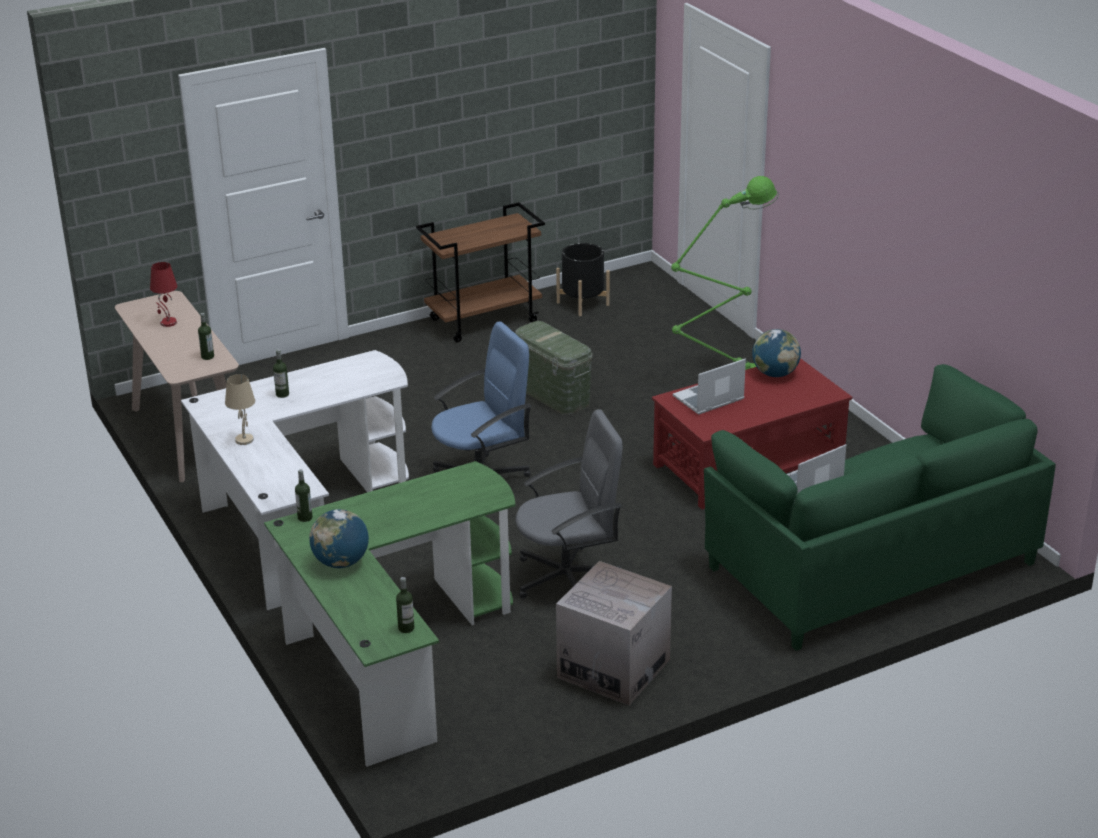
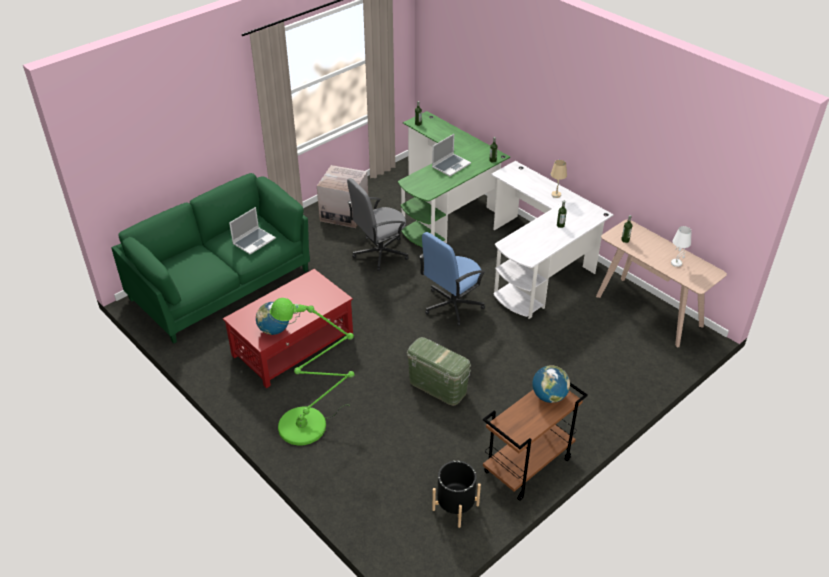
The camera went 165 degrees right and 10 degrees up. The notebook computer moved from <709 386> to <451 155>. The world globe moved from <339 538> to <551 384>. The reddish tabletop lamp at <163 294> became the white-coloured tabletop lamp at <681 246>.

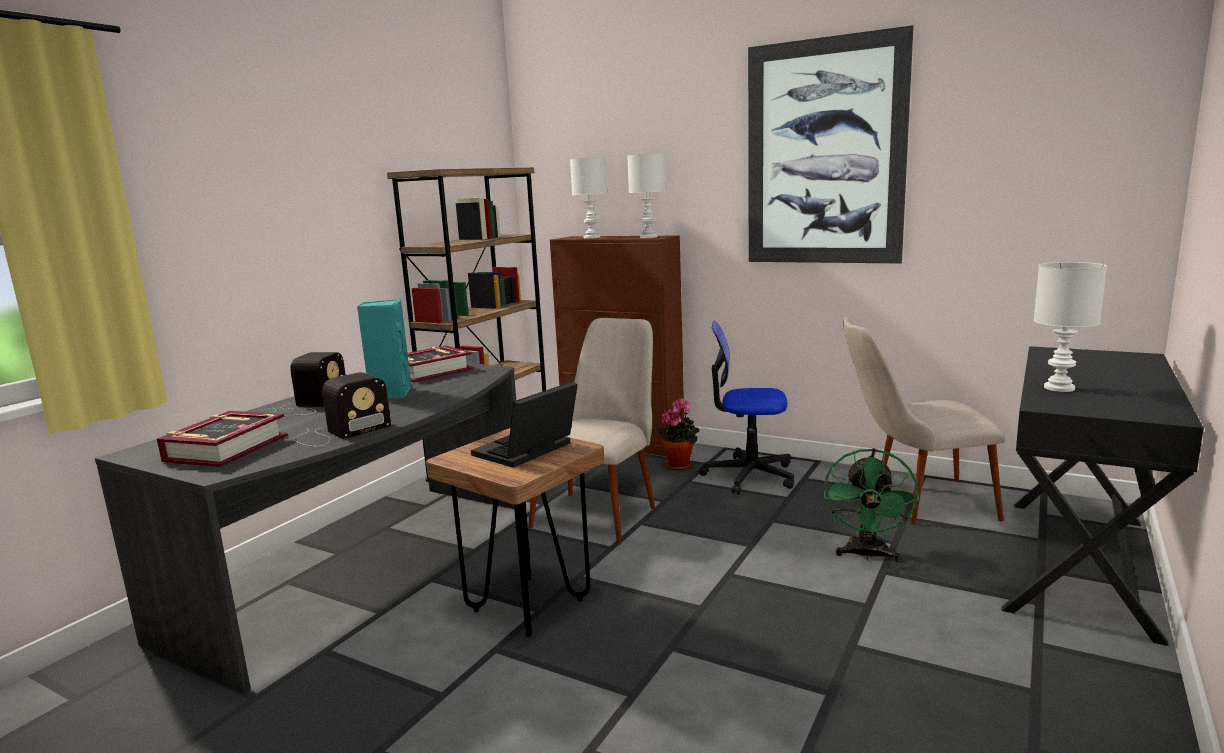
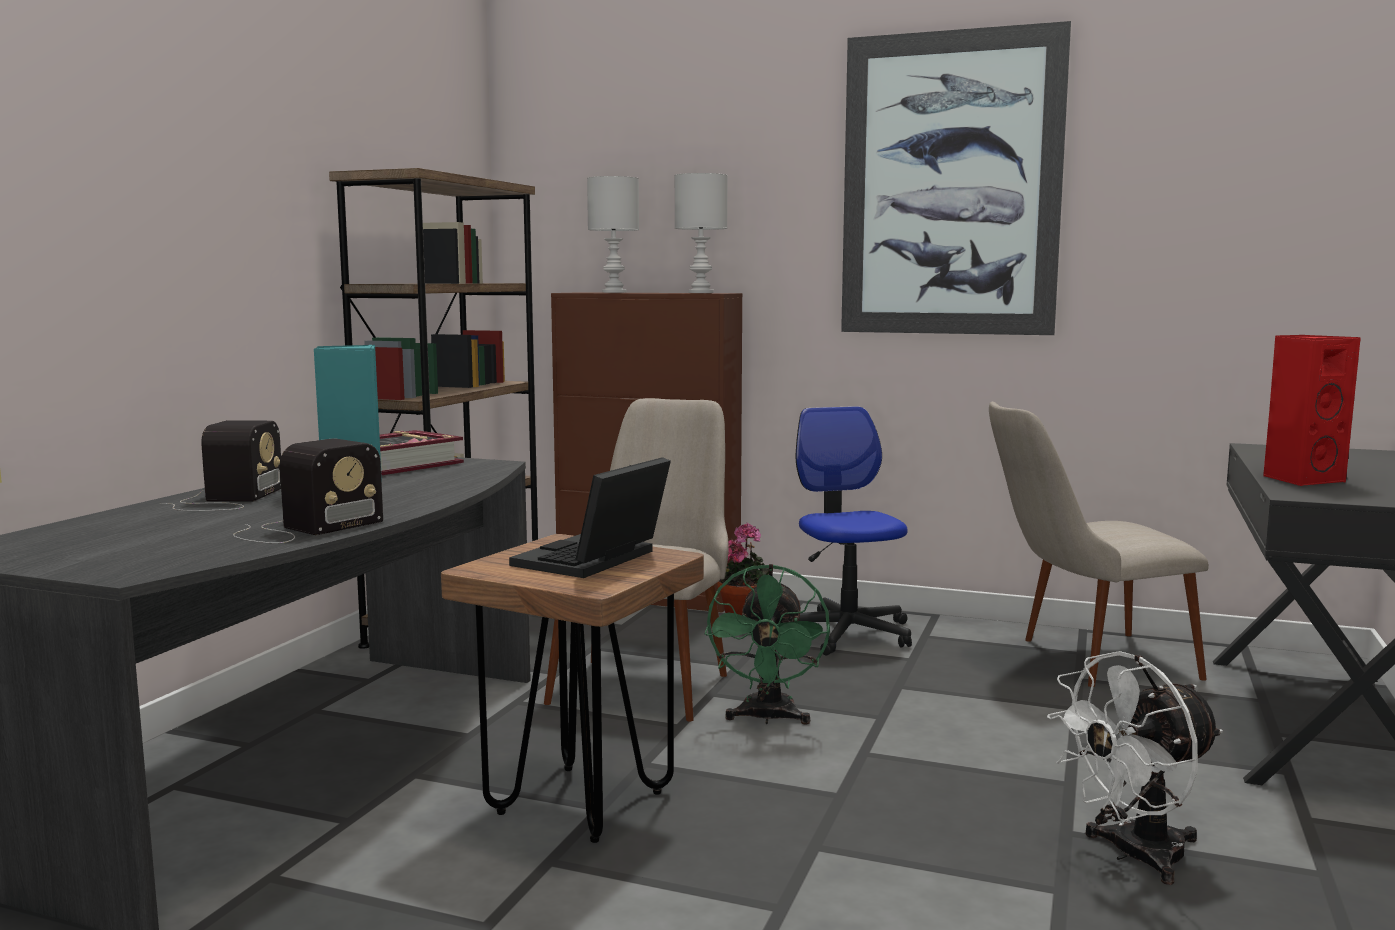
The camera went 10 degrees left and 5 degrees down. The green fan moved from <871 505> to <767 644>. The computer chair at <746 408> turned 75 degrees clockwise. The white-coloured fan at <1135 768> appeared. The white-coloured tabletop lamp at <1070 327> was replaced by the reddish loudspeaker at <1312 410>. The book at <222 439> disappeared.

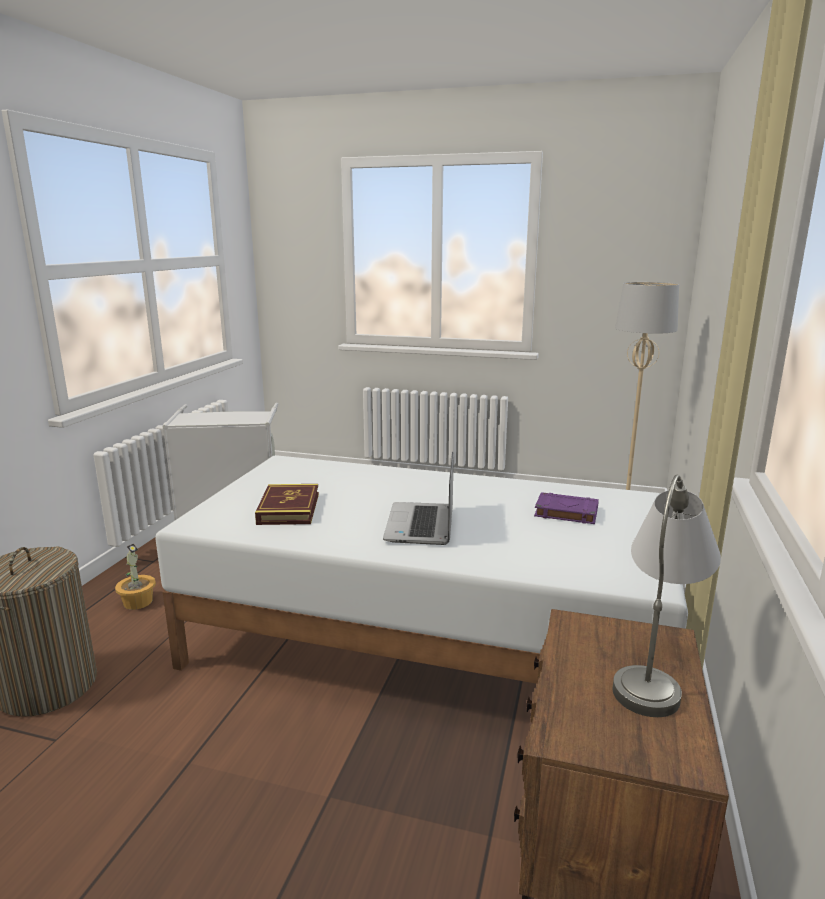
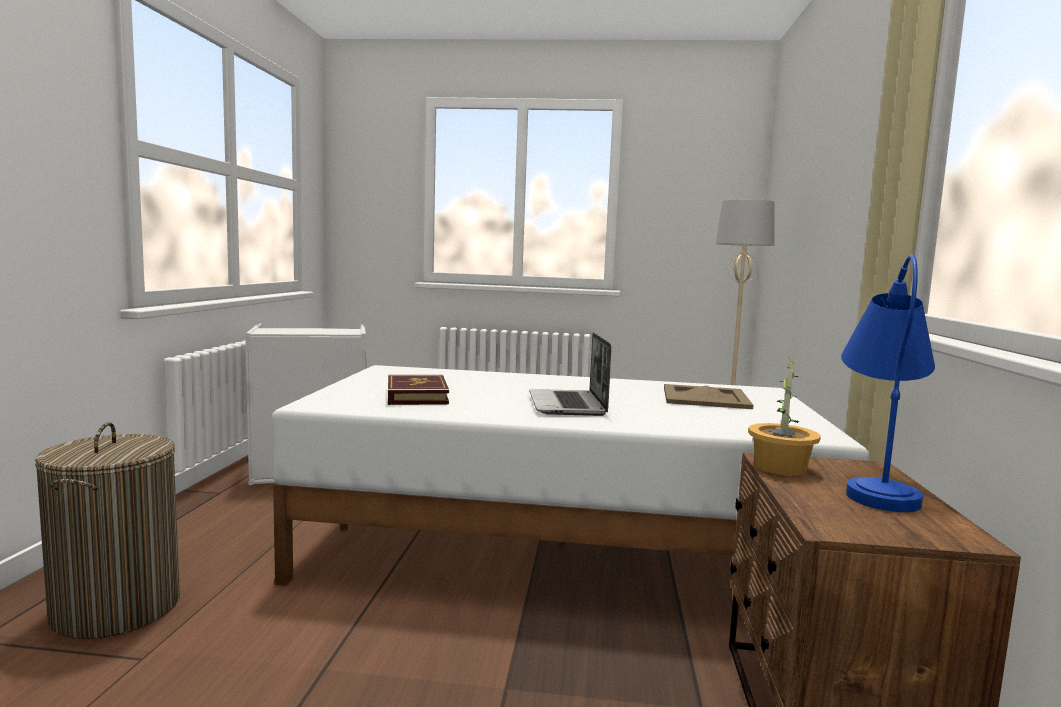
The camera went 10 degrees left and 10 degrees down. The purple book at <566 508> was replaced by the beige-coloured serving tray at <708 396>. The plant in a pot moved from <135 577> to <784 416>. The gray tabletop lamp at <667 596> became the blue tabletop lamp at <888 383>.

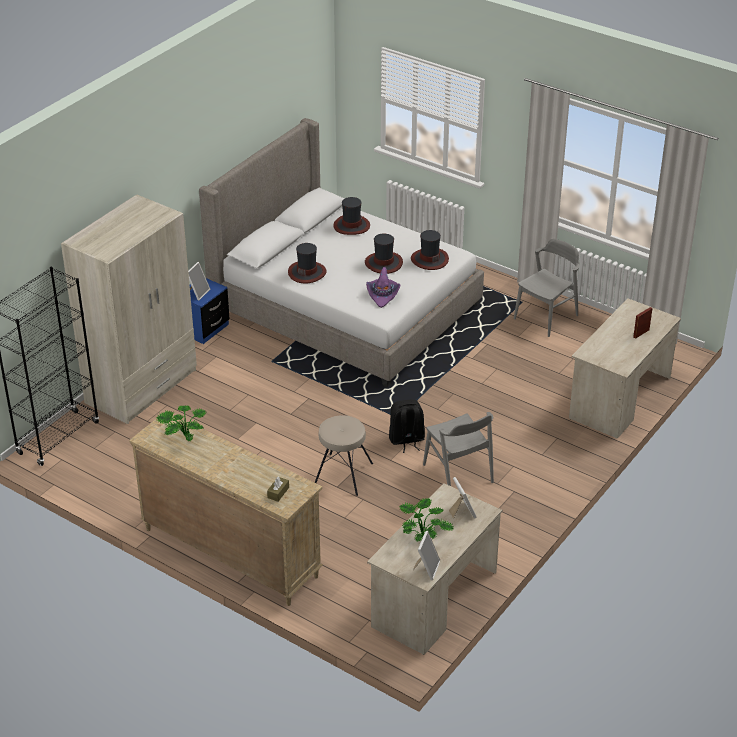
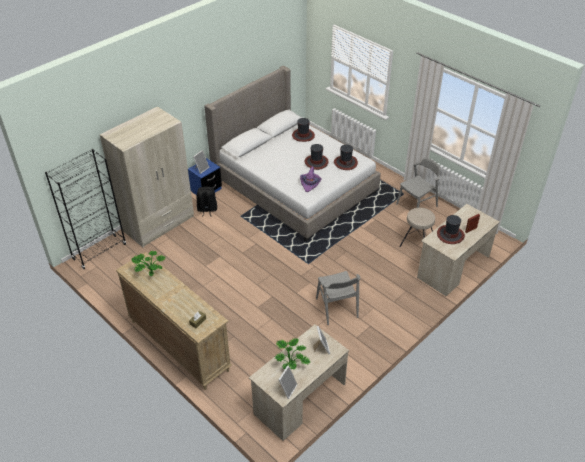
The camera went 10 degrees right and 5 degrees up. The black rucksack moved from <407 426> to <207 202>. The beige-coloured stool seat moved from <343 455> to <417 227>. The clothing hat moved from <307 263> to <451 229>.

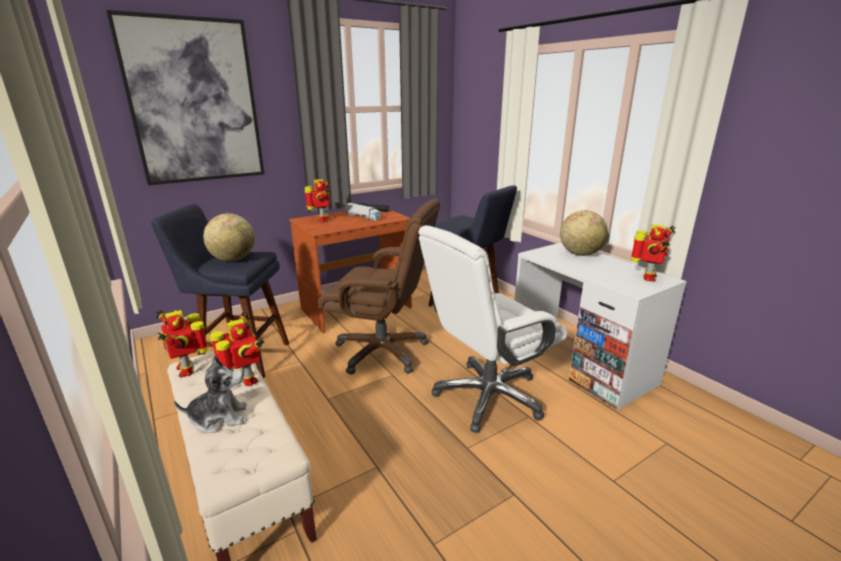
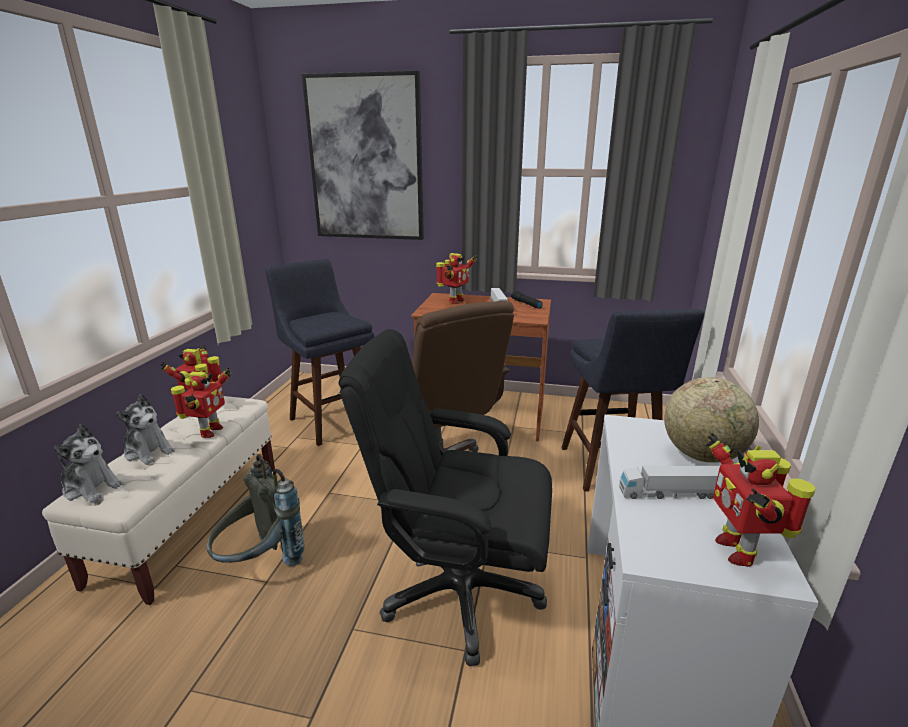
The camera went 45 degrees right and 0 degrees up. The soft toy at <89 463> appeared. The gray rucksack at <256 510> appeared. The white-coloured computer chair at <493 329> became the black computer chair at <445 497>. The model truck at <669 482> appeared. The robot figure at <653 252> turned 105 degrees clockwise. The world globe at <229 237> disappeared.

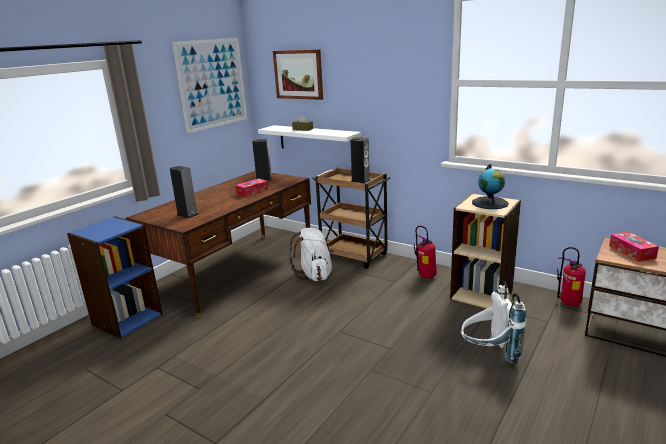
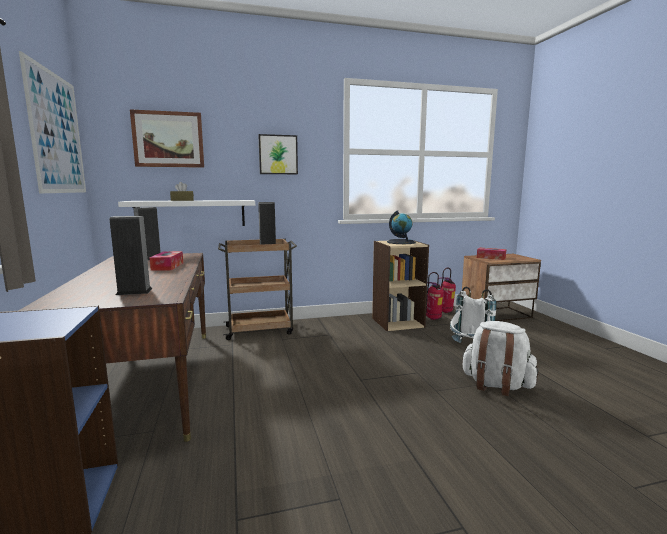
The camera went 50 degrees left and 10 degrees down. The wall art at <278 154> appeared. The fire-fighting cylinder moved from <425 252> to <435 296>. The white-coloured rucksack moved from <311 254> to <500 358>.

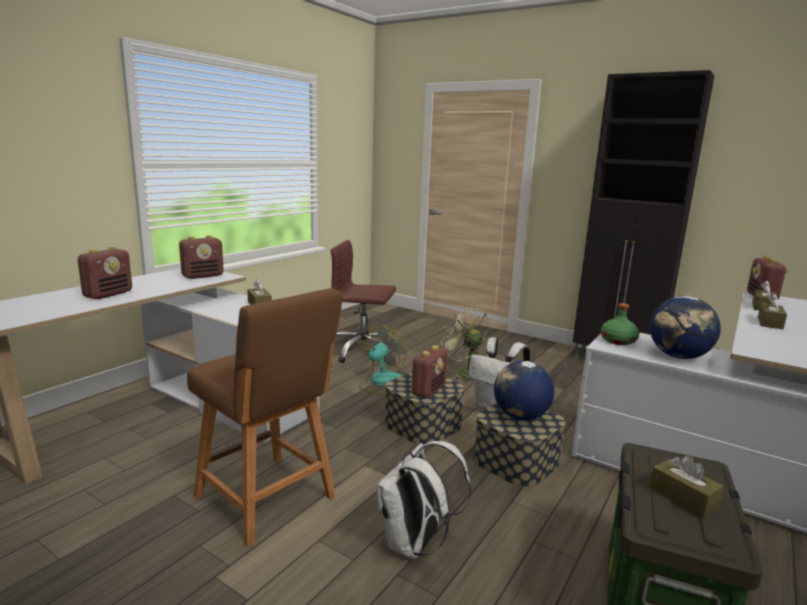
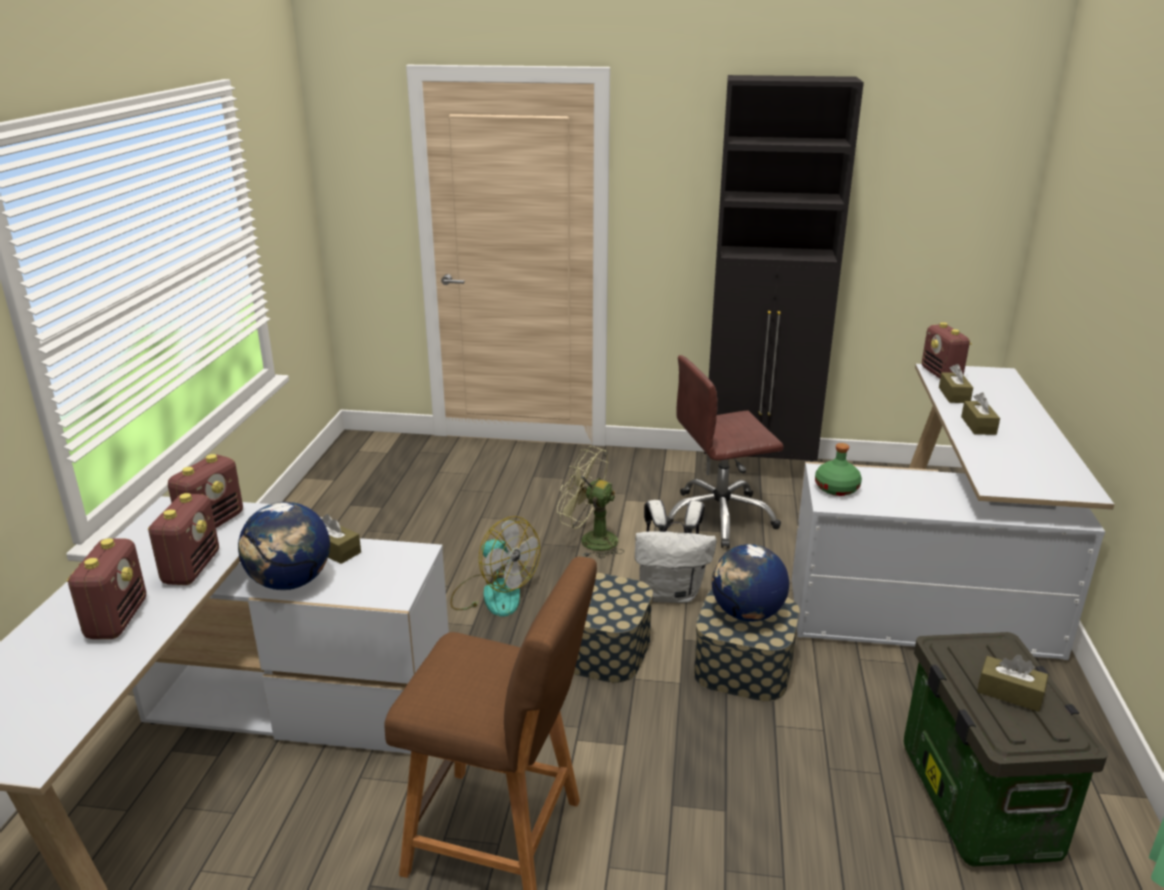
The camera went 25 degrees left and 10 degrees up. The radio moved from <429 372> to <183 539>. The world globe moved from <685 327> to <284 546>. The fan at <383 360> turned 120 degrees clockwise. The brownish computer chair moved from <363 301> to <725 451>. The white-coloured rucksack at <423 500> disappeared.

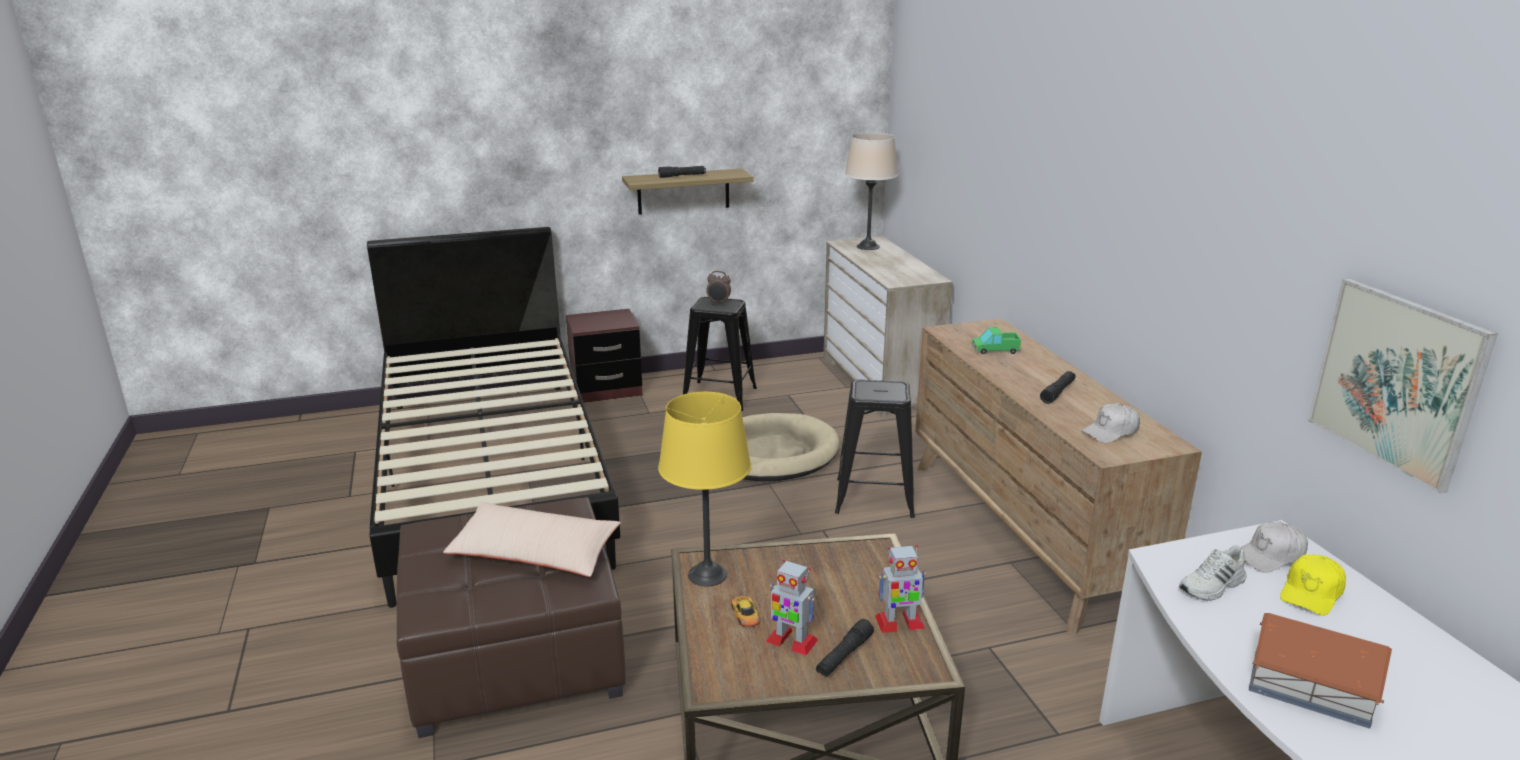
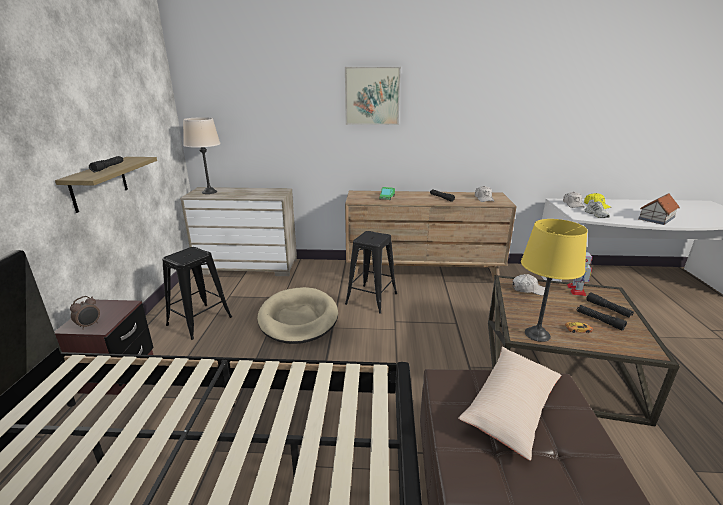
The camera went 70 degrees left and 0 degrees up. The table clock moved from <718 287> to <85 313>. The wall art moved from <1403 386> to <373 96>. The white-coloured peaked cap at <528 285> appeared. The robot figure at <792 607> was replaced by the black torch at <602 318>.

